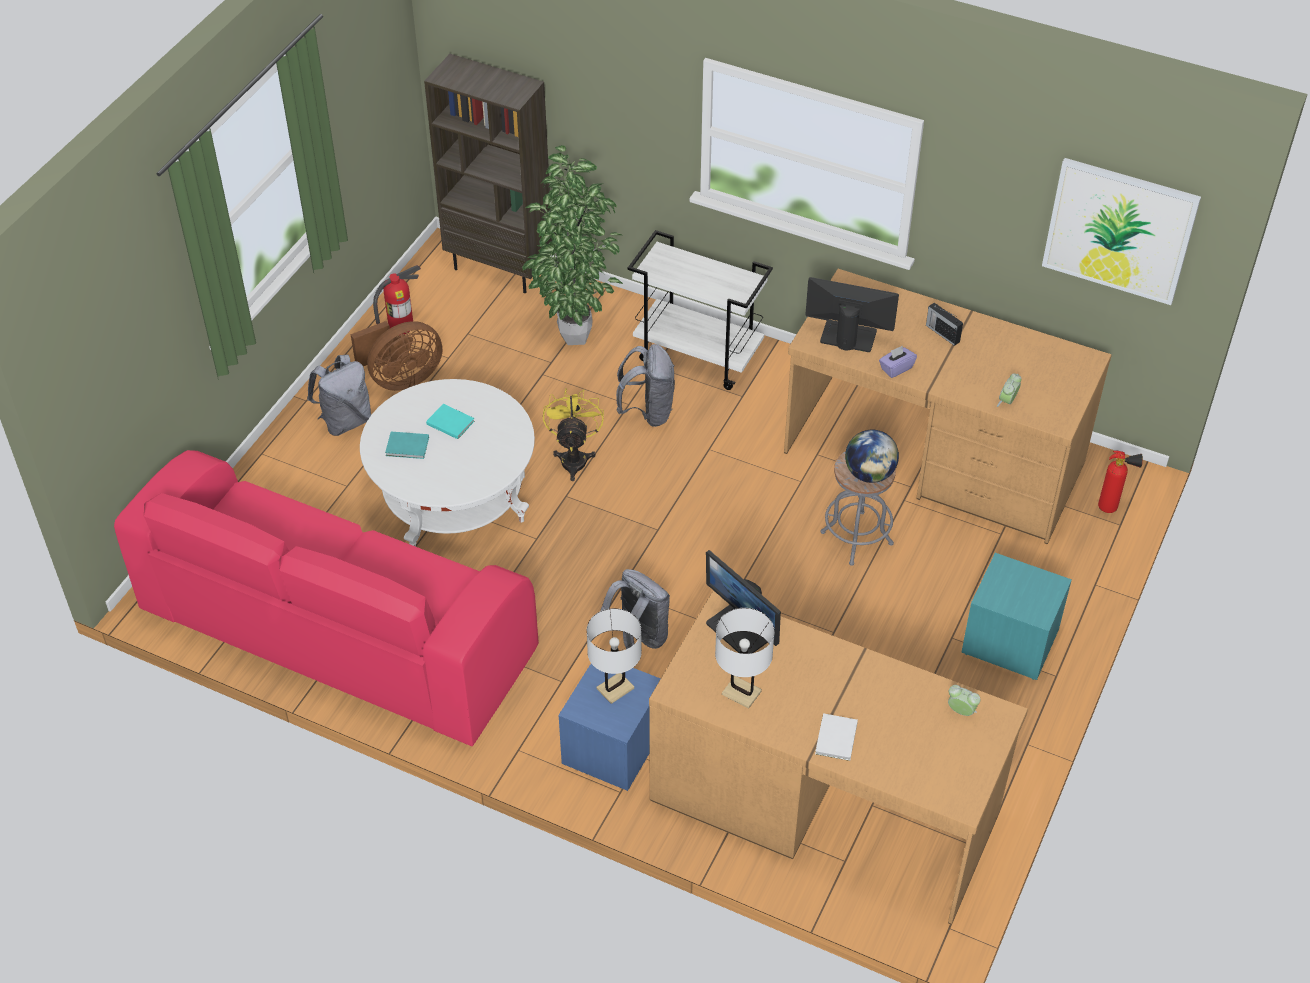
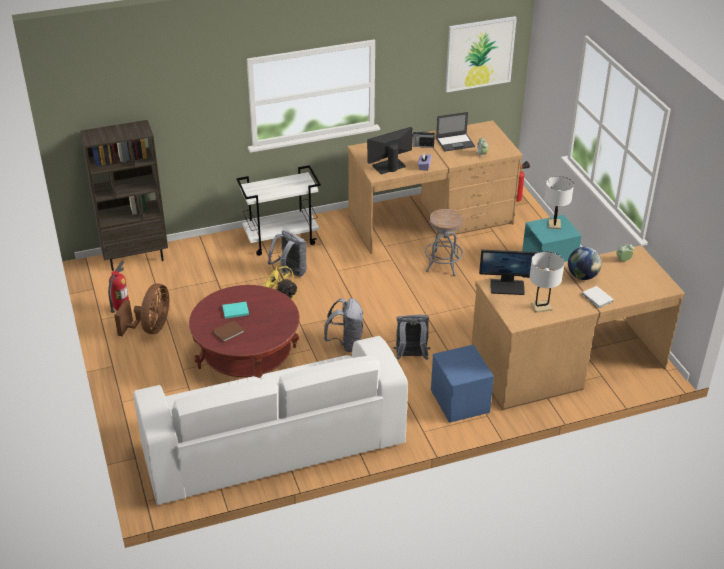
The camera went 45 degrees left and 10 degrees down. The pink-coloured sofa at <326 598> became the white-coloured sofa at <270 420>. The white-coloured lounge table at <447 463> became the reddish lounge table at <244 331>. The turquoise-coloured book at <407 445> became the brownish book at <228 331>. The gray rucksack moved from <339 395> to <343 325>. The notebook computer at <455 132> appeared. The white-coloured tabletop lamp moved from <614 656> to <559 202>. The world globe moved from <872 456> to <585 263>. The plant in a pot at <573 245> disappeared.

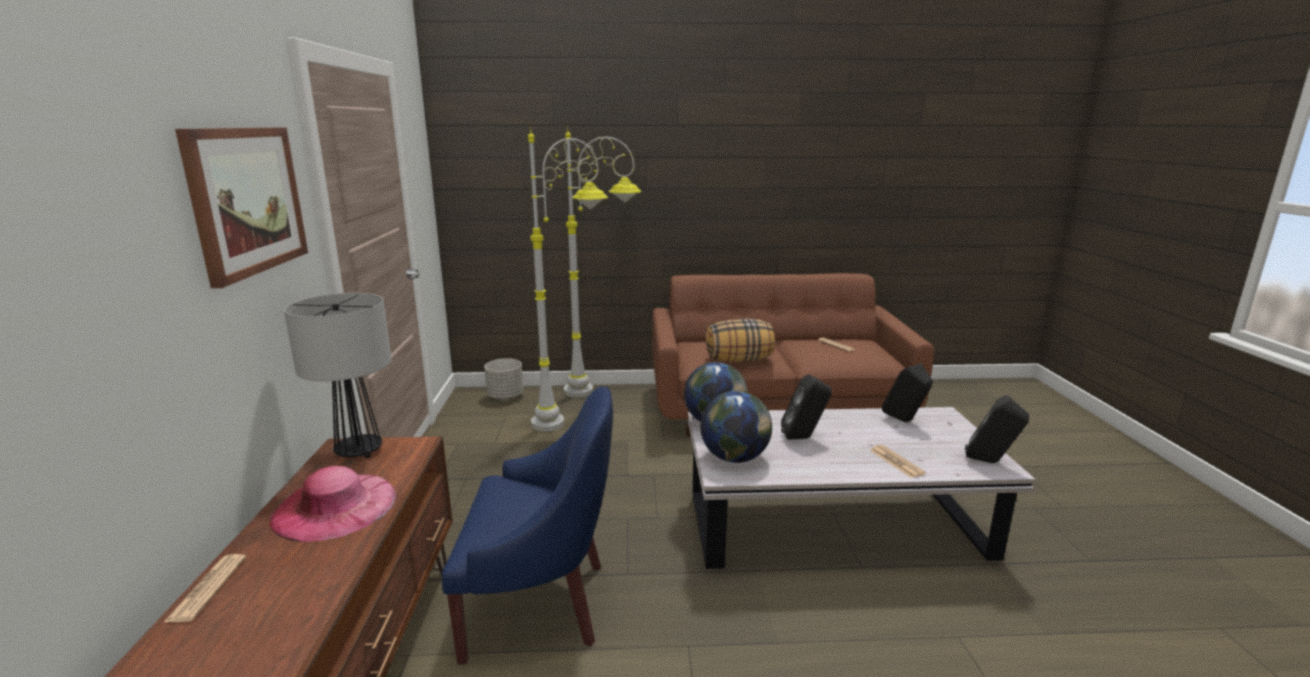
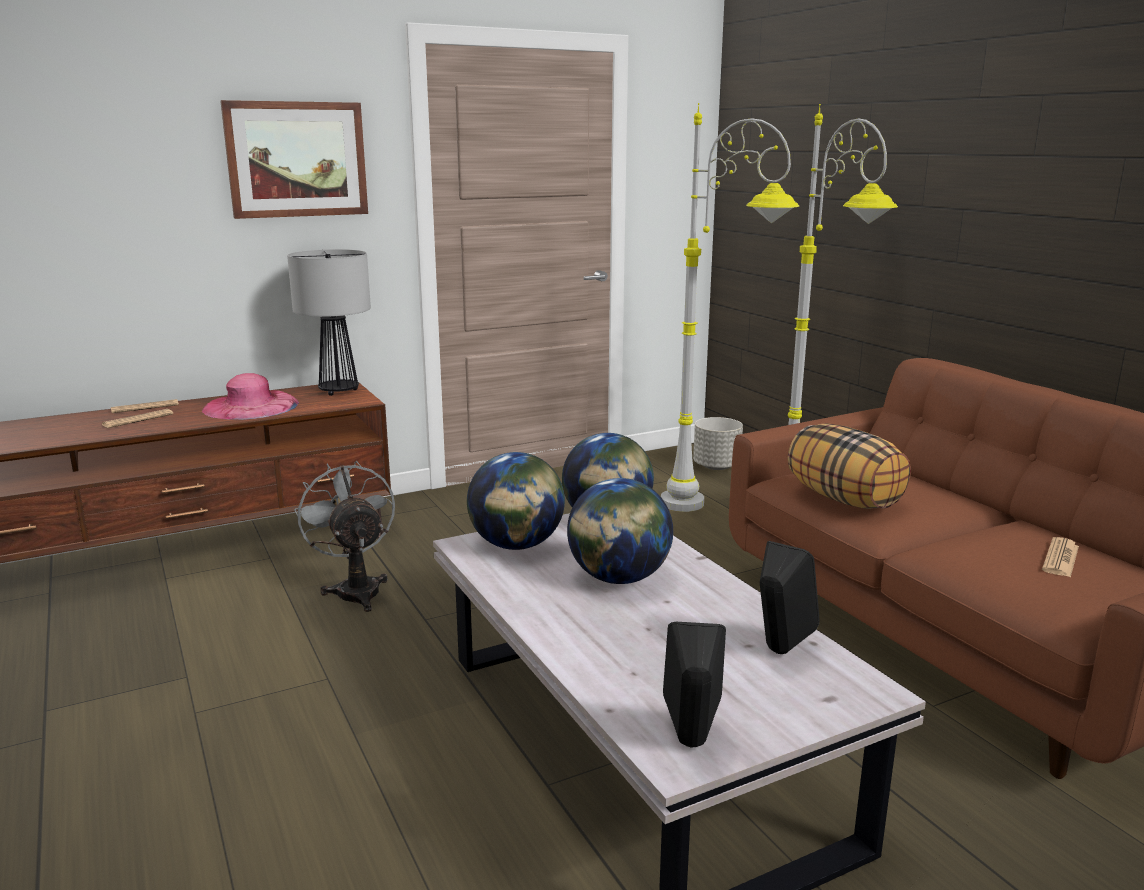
The camera went 65 degrees right and 0 degrees up. The newspaper moved from <898 461> to <137 418>. The blue armchair at <527 525> was replaced by the gray fan at <344 536>. The black loudspeaker at <806 406> was replaced by the world globe at <620 531>.

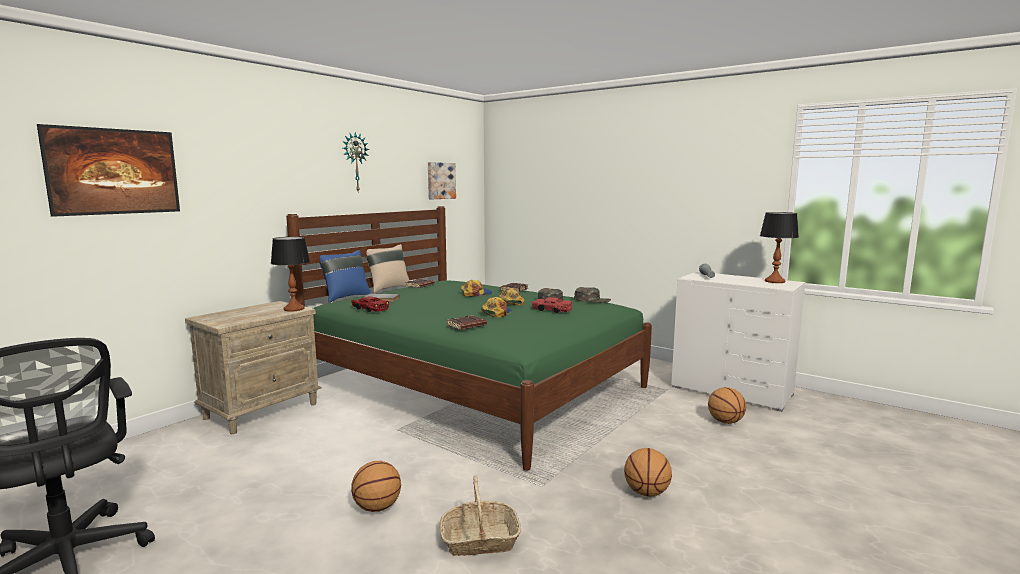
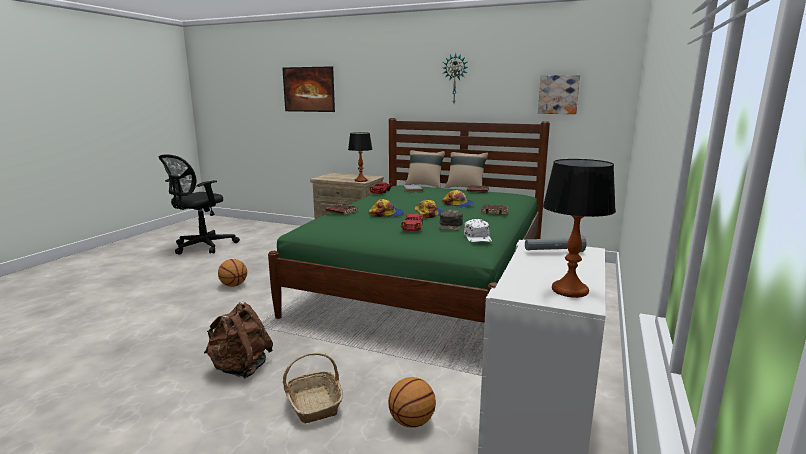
The camera went 75 degrees right and 5 degrees up. The basketball ball at <648 472> was replaced by the brownish rucksack at <238 340>. The basket moved from <480 515> to <313 388>. The blue cushion at <345 276> became the beige-coloured cushion at <425 169>. The green peaked cap at <592 295> became the white-coloured peaked cap at <478 230>.

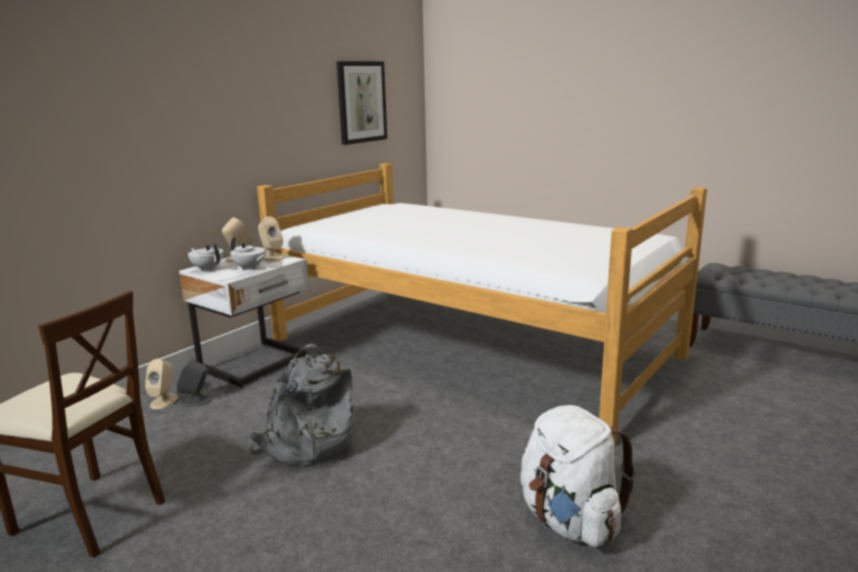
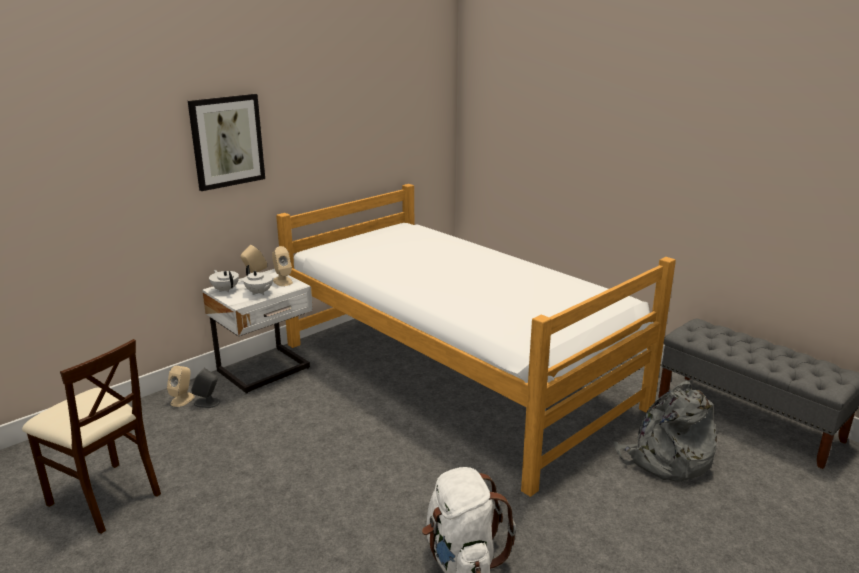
The camera went 10 degrees right and 5 degrees up. The wall art moved from <362 103> to <226 142>. The gray rucksack moved from <303 405> to <665 431>.

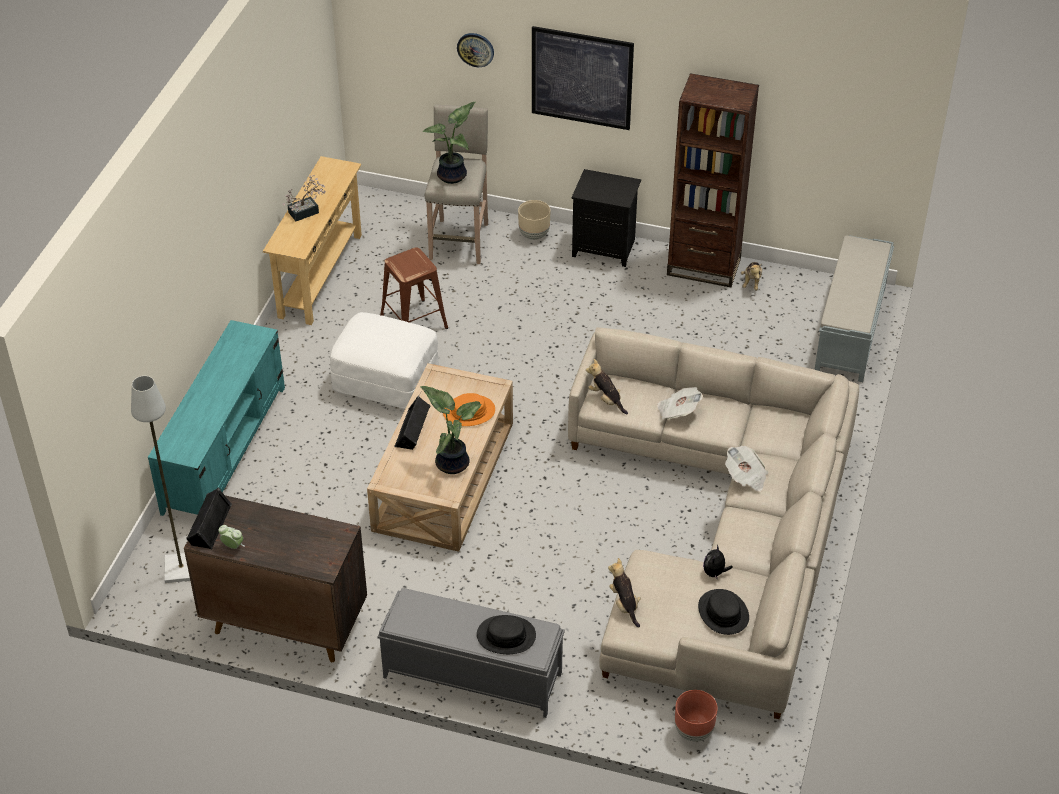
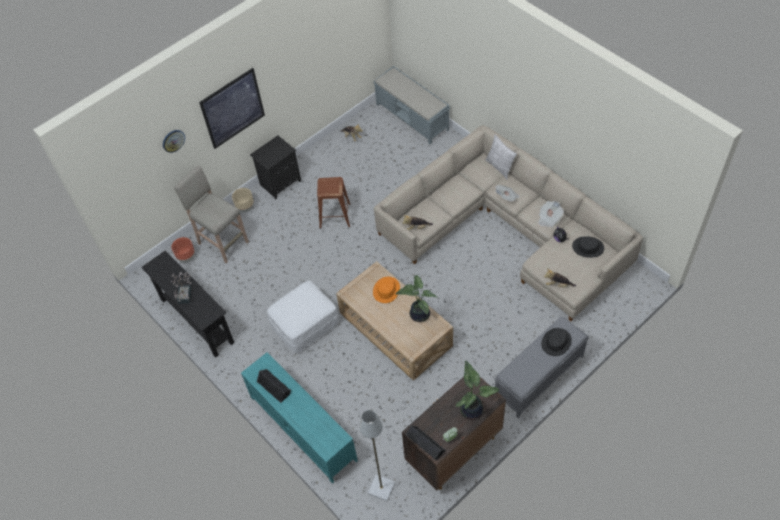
The camera went 55 degrees left and 10 degrees up. The beige-coloured narrow table at <312 240> became the black narrow table at <187 304>. The brownish flower pot moved from <696 716> to <183 250>. The black loudspeaker moved from <412 423> to <274 386>. The brownish stool seat moved from <414 288> to <333 203>. The plant in a pot moved from <449 143> to <477 390>. The cushion at <501 157> appeared. The newspaper moved from <679 403> to <551 214>. The brownish shelving unit at <713 180> disappeared.

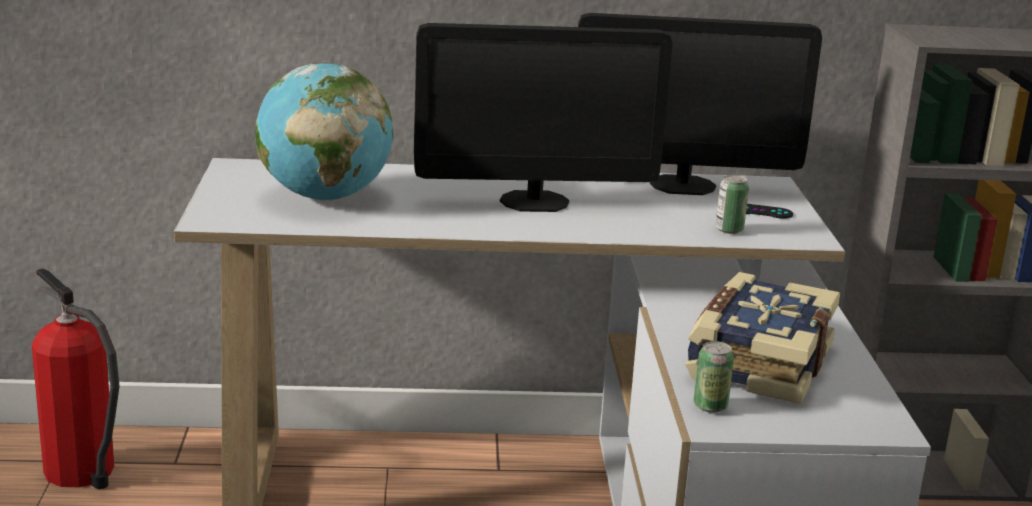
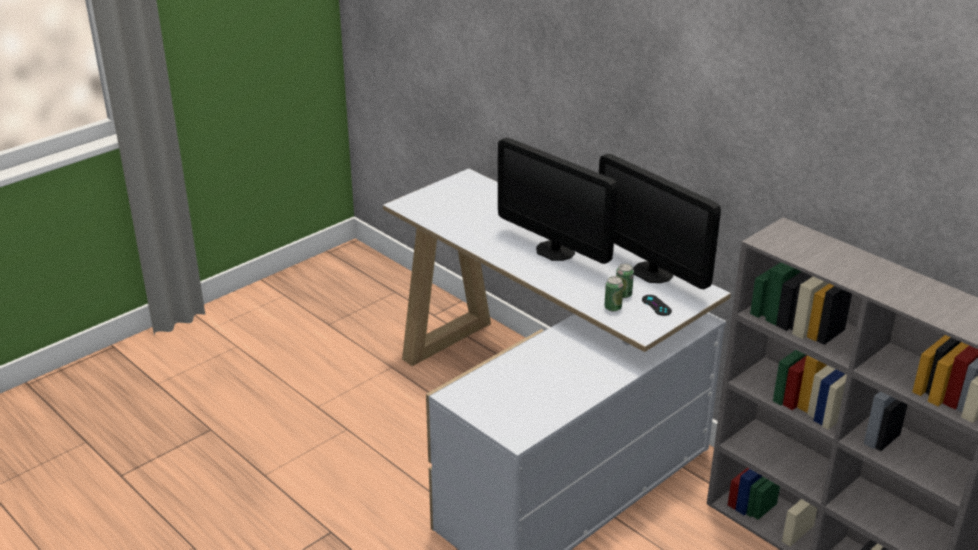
The camera went 50 degrees right and 10 degrees up. The sealed can moved from <714 377> to <625 281>. The fire-fighting cylinder at <76 379> disappeared. The world globe at <324 132> disappeared. The book at <762 338> disappeared.

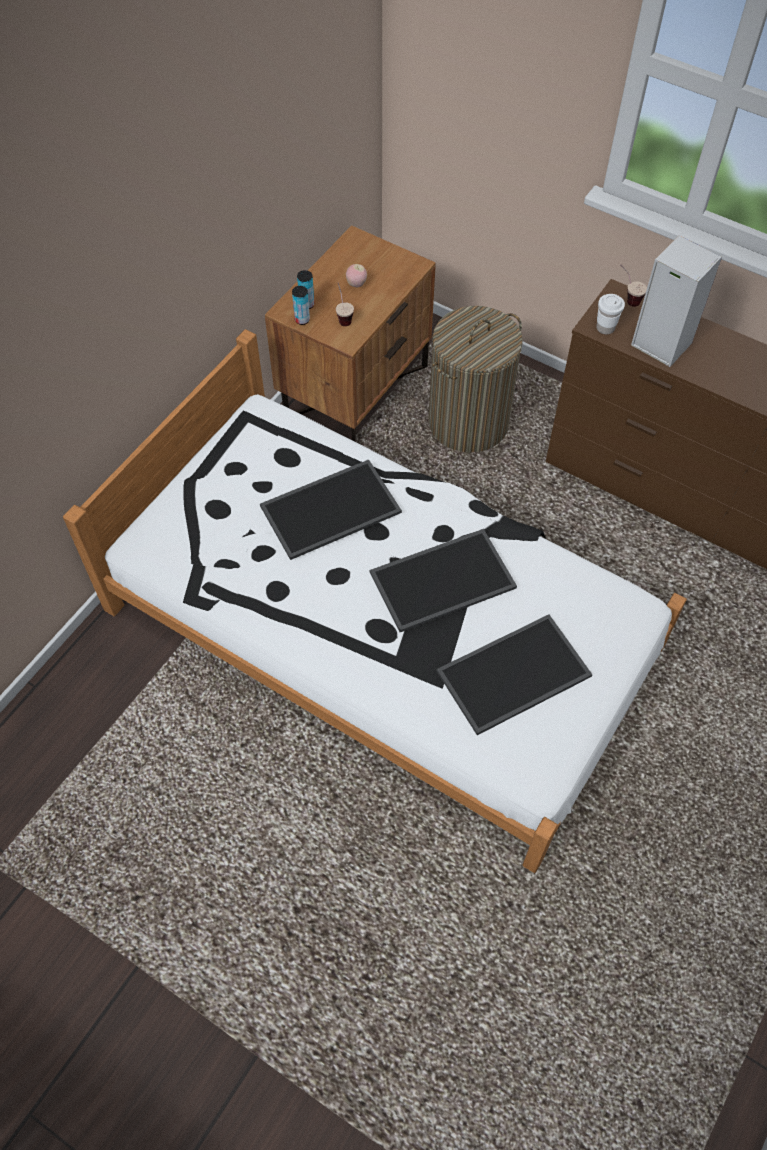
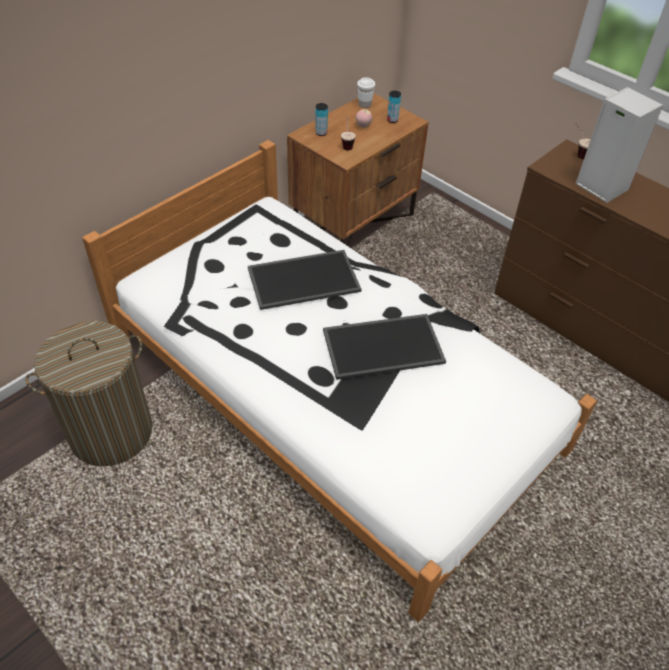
The camera went 10 degrees right and 10 degrees down. The hamper moved from <475 379> to <88 394>. The white-coloured cup moved from <610 314> to <366 92>. The sealed can moved from <301 305> to <394 107>. The serving tray at <515 674> disappeared.

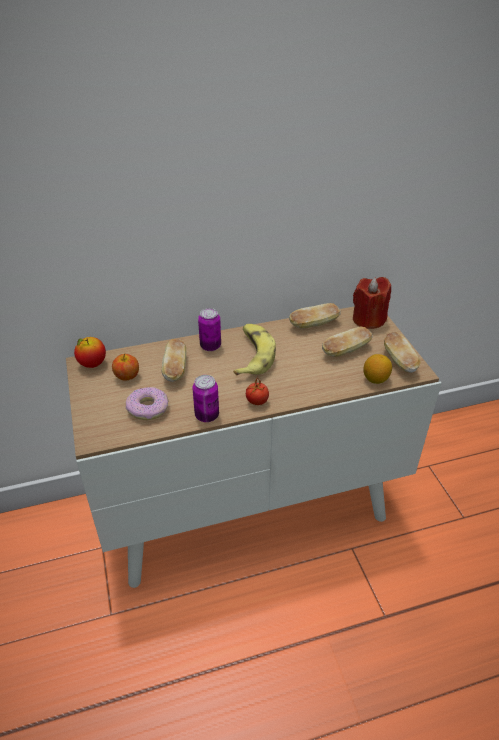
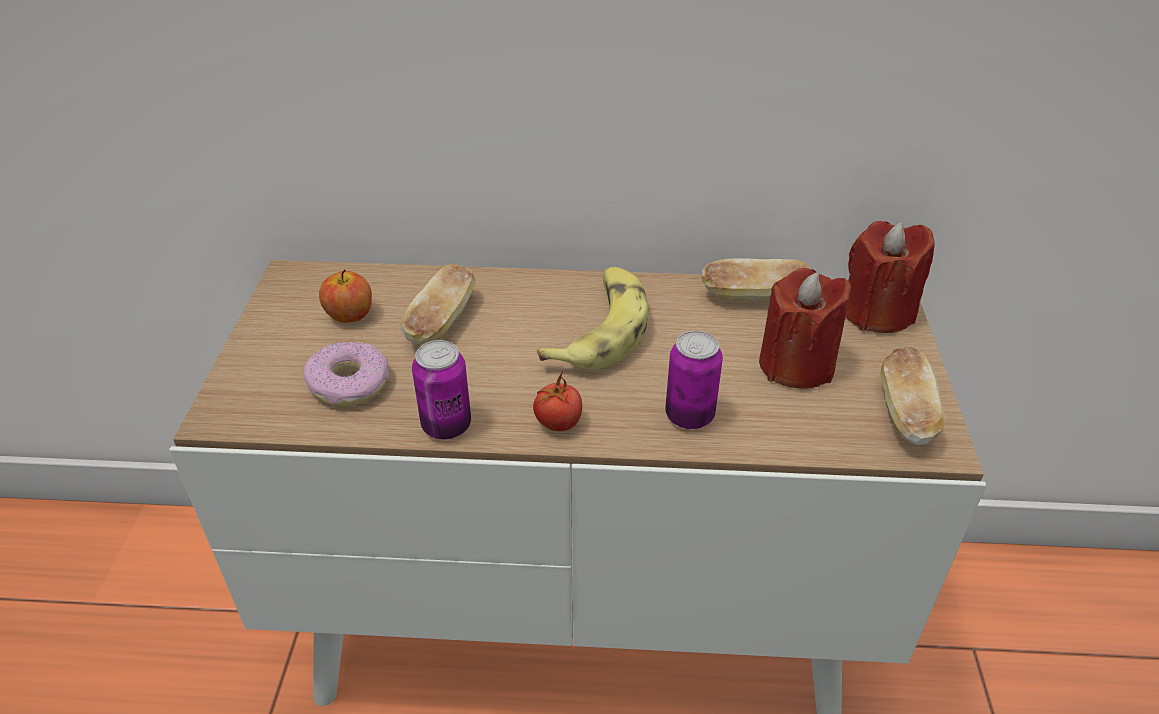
The camera went 20 degrees right and 0 degrees up. The sealed can moved from <209 329> to <694 380>. The bakery bread at <347 342> was replaced by the reddish wax candle at <805 328>. The apple fruit at <90 352> disappeared. The whole lemon at <377 369> disappeared.

